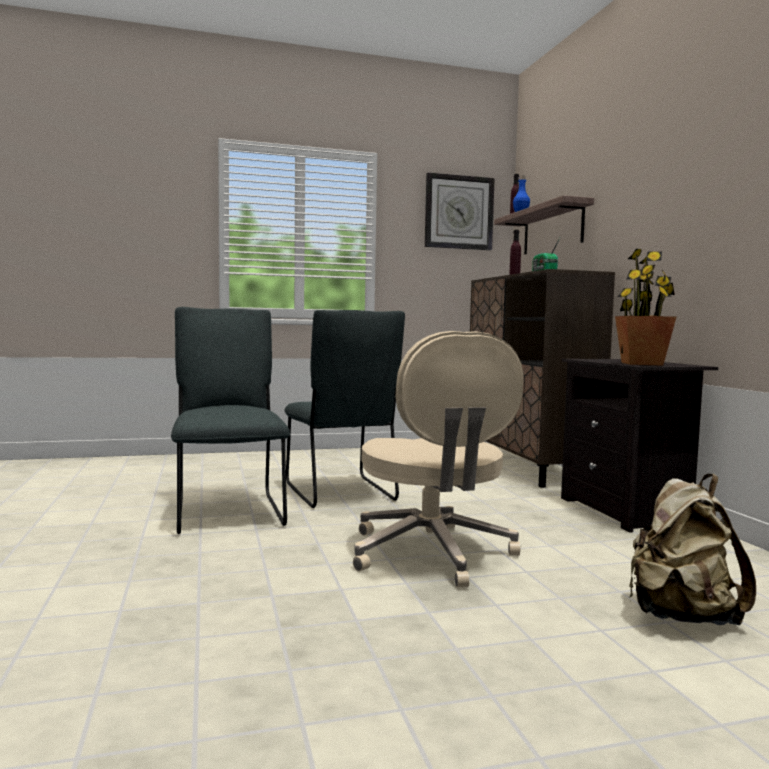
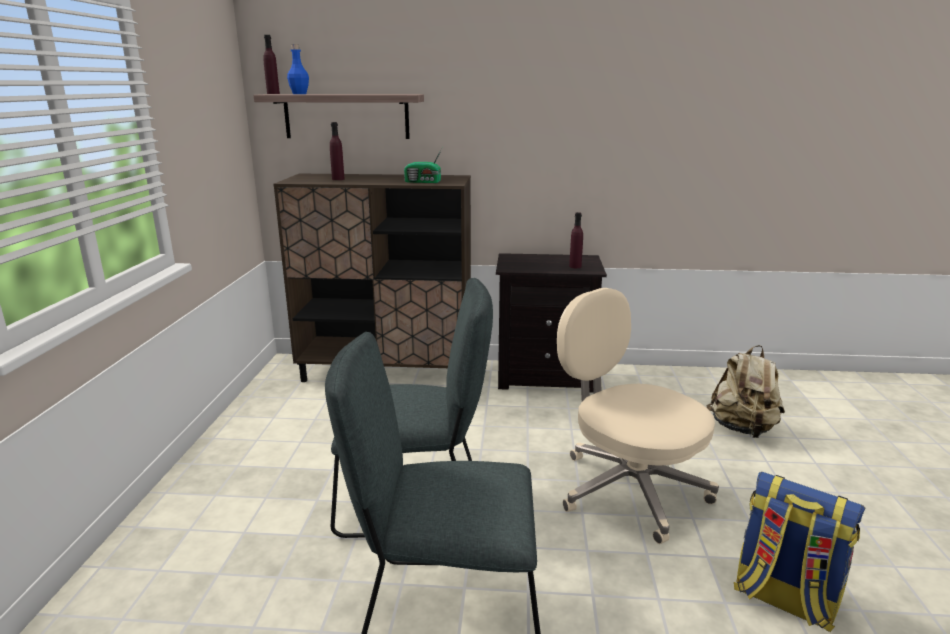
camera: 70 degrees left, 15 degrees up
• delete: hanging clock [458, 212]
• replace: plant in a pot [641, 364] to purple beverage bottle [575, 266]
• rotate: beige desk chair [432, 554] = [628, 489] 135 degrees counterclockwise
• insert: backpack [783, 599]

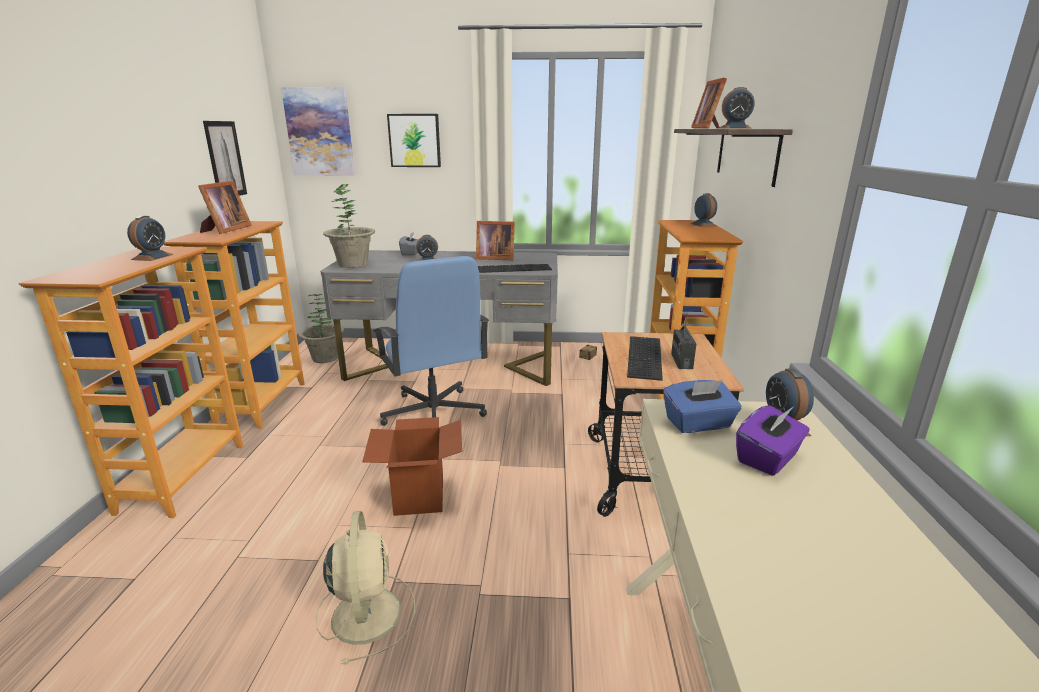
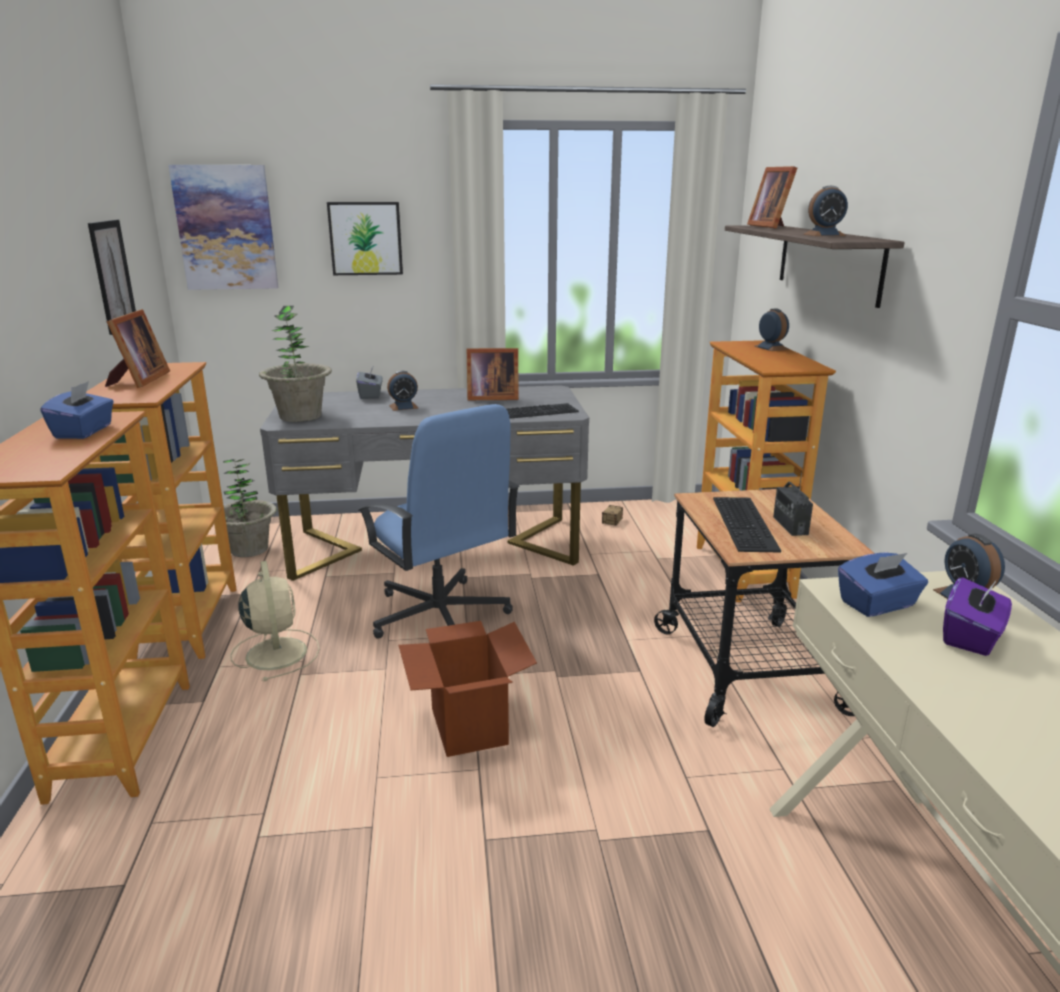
camera: 10 degrees left, 0 degrees up
• replace: table clock [152, 257] to bluish tissue box [84, 431]
• move: beige electric fan [367, 612] to [276, 652]

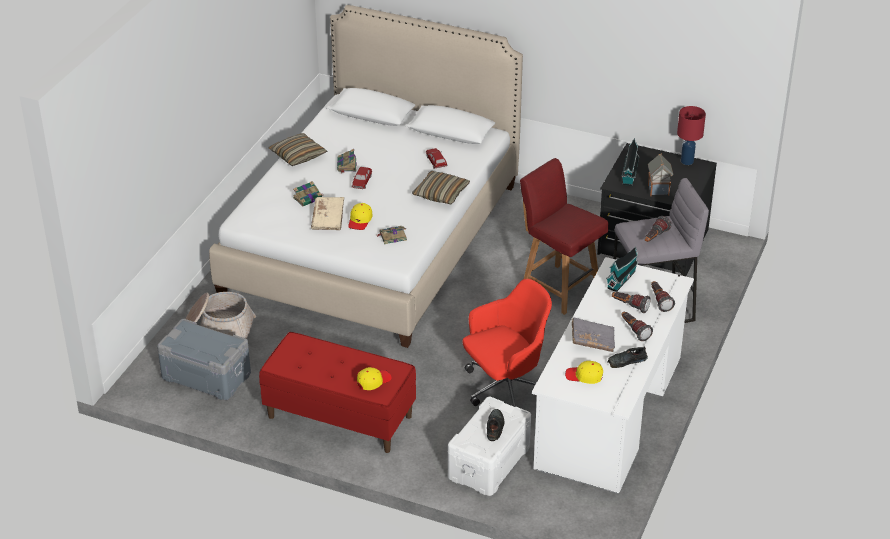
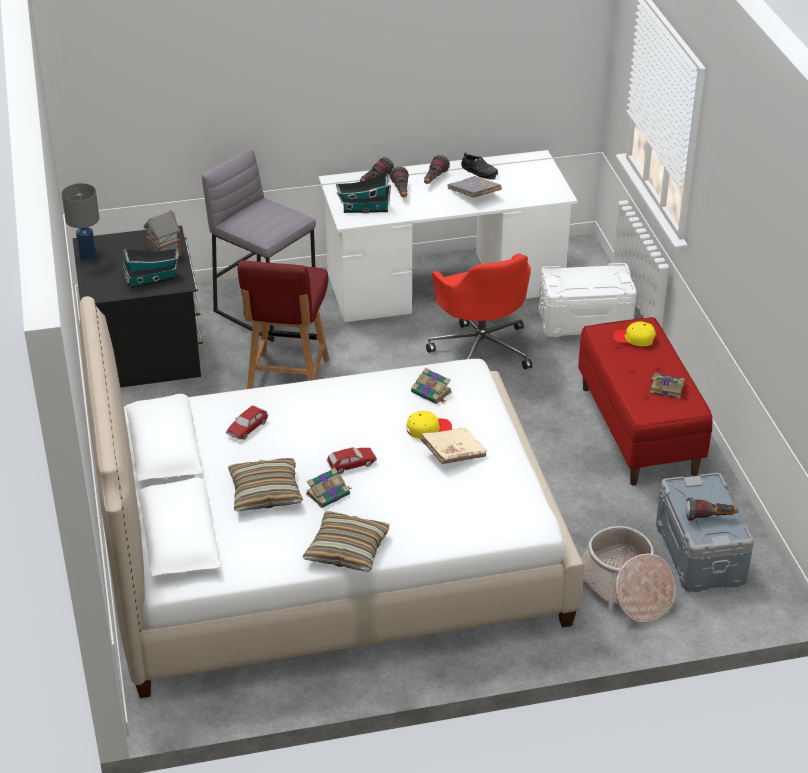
camera: 125 degrees left, 0 degrees up
• recolor: reddish lamp for a table [686, 161] to grey lamp for a table [87, 255]
• move: throw pillow [441, 194] to [265, 493]
• move: volume [308, 198] to [666, 387]
• move: hand torch [655, 238] to [710, 518]
• rotate: reddish desk chair [506, 390] = [481, 349] 135 degrees counterclockwise
• delete: yellowish peaked cap [584, 376]
• delete: blackish low shoe [494, 427]

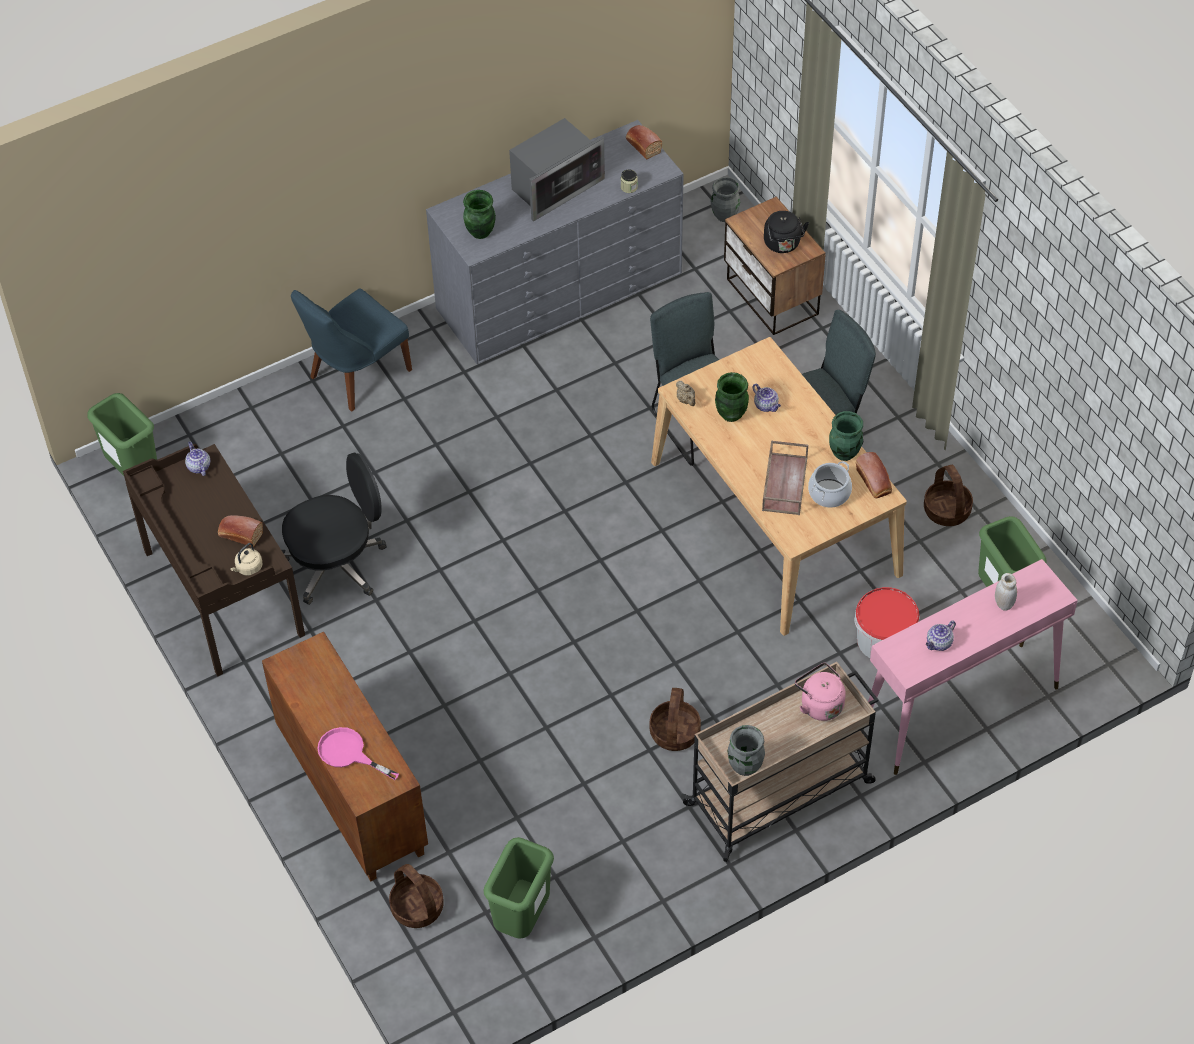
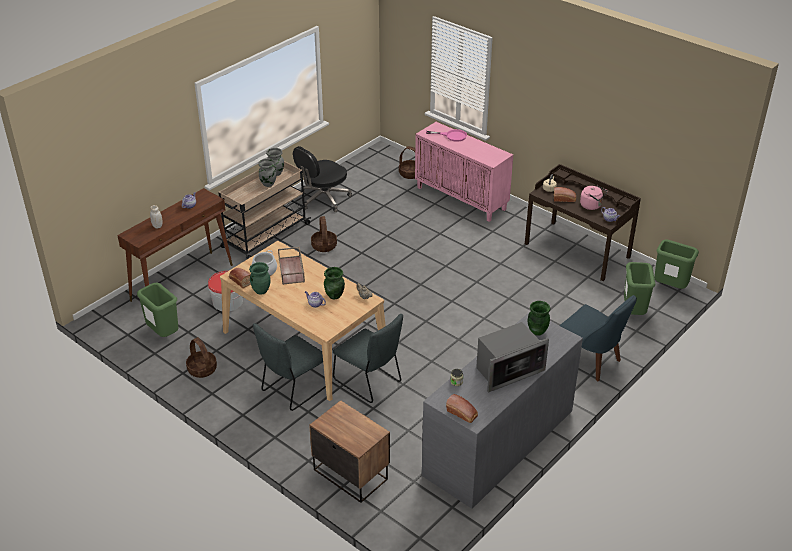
camera: 160 degrees right, 15 degrees down
• rotate: microwave oven [554, 187] = [507, 370] 150 degrees counterclockwise
• move: grey flower vase [725, 215] to [268, 184]
• delete: blackish water kettle [783, 245]
• rotate: bluish plain chair [356, 375] = [590, 361] 105 degrees clockwise
• move: blackish desk chair [337, 564] to [323, 199]
• recolor: pink hall table [958, 709] to brown-coloured hall table [182, 282]
• recolor: brown-coloured storage cabinet [351, 793] to pink storage cabinet [462, 198]
• move: pink water kettle [819, 704] to [592, 206]
• move: green-coloured trash can [521, 917] to [634, 312]

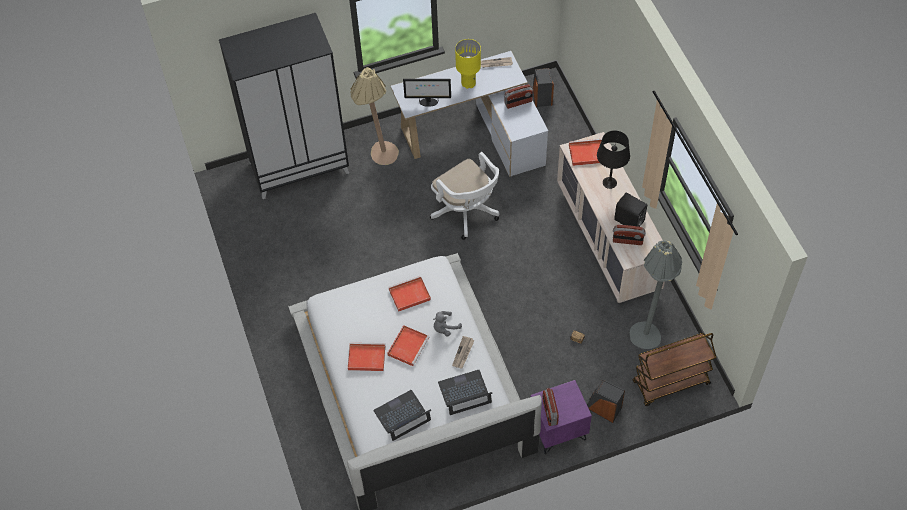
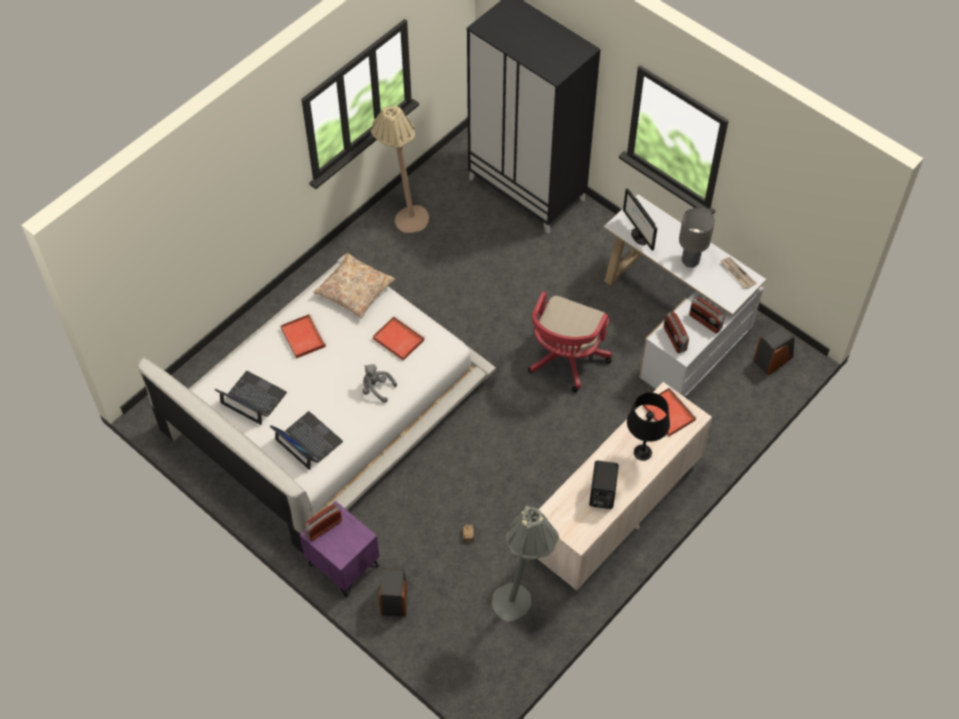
camera: 60 degrees right, 0 degrees up
• recolor: yellowish lamp for a table [468, 83] to grey lamp for a table [690, 261]
• move: beige floor lamp [378, 157] to [404, 217]
• recolor: whitish desk chair [467, 213] to reddish desk chair [565, 360]
• move: radio [627, 241] to [674, 339]
• delete: reddish tray [408, 346]
• delete: brown-coloured wheeled cart [670, 384]
• delete: printed paper [463, 353]
• insert: beige throw pillow [354, 291]

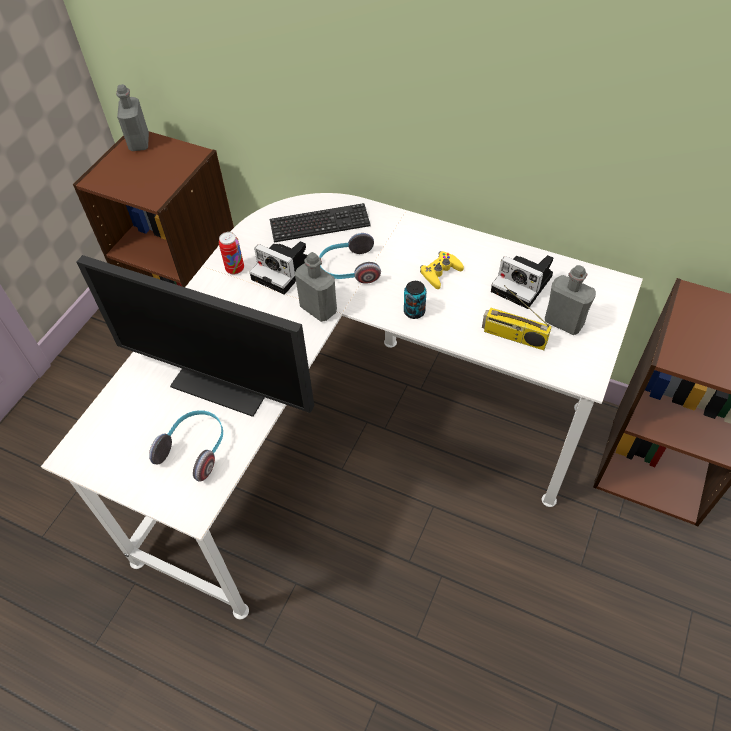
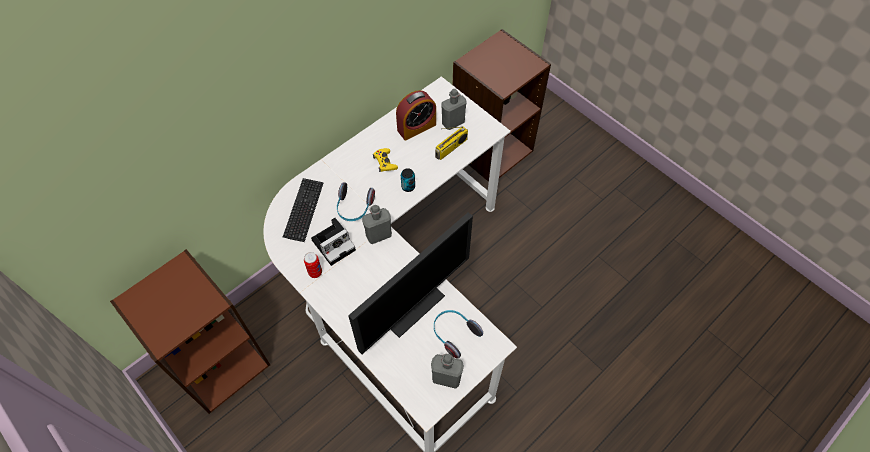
camera: 70 degrees left, 5 degrees up
• move: grey beverage bottle [139, 142] to [446, 378]
• replace: photo camera [524, 284] to table clock [416, 127]

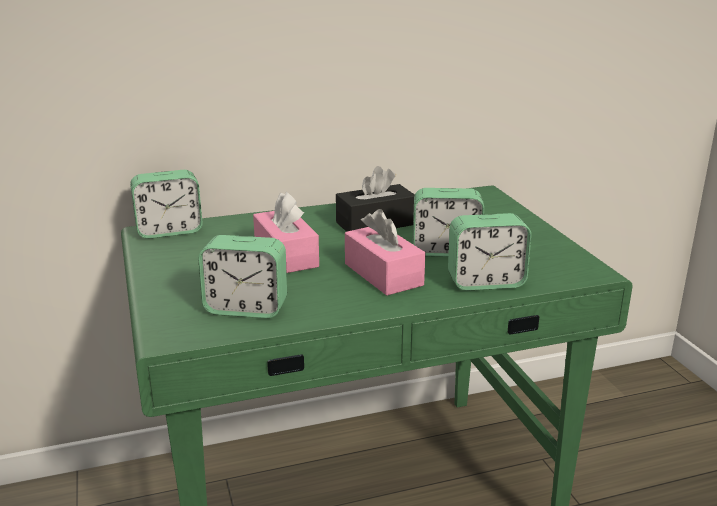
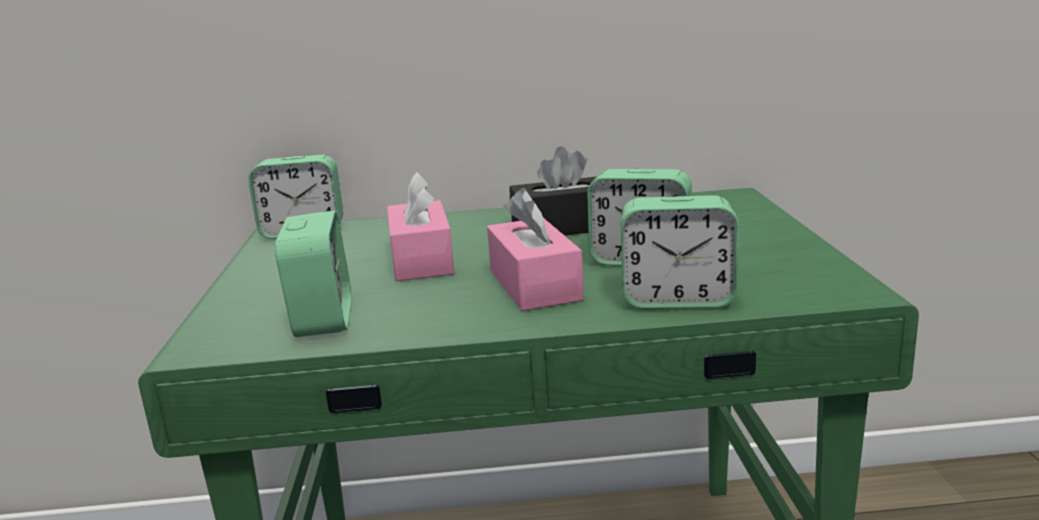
camera: 15 degrees right, 5 degrees down
• rotate: table clock [246, 308] = [323, 319] 120 degrees counterclockwise

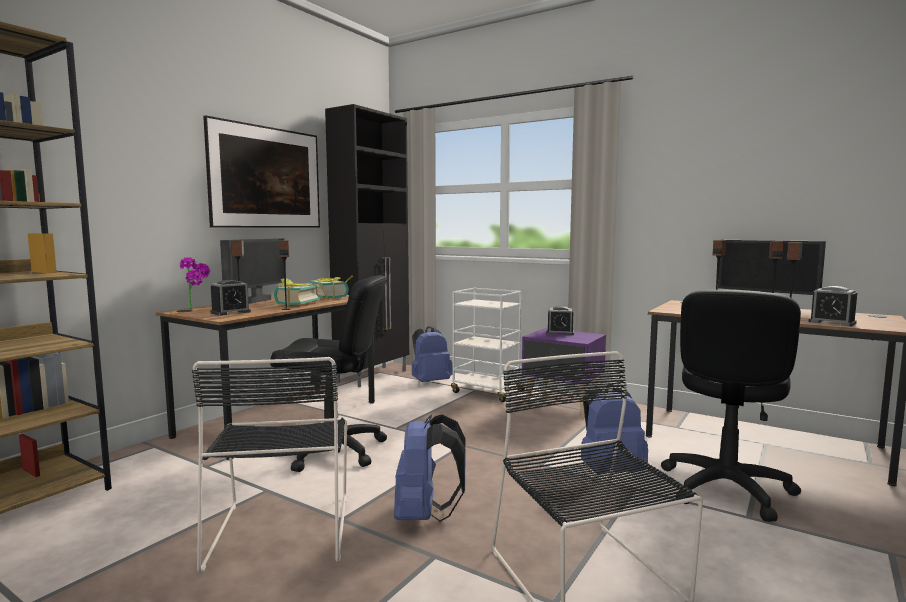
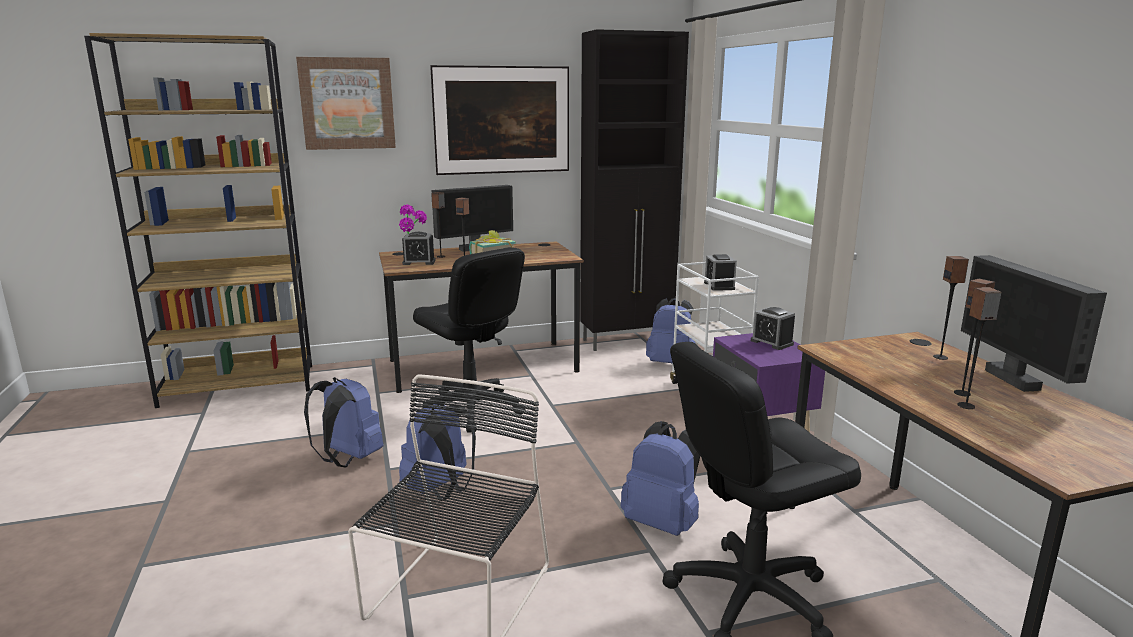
camera: 40 degrees right, 10 degrees up
• delete: volume [333, 297]
• move: table clock [832, 322] to [719, 286]
• replace: blackish plain chair [282, 528] to bluish backpack [348, 459]
• insert: wall art [347, 103]

